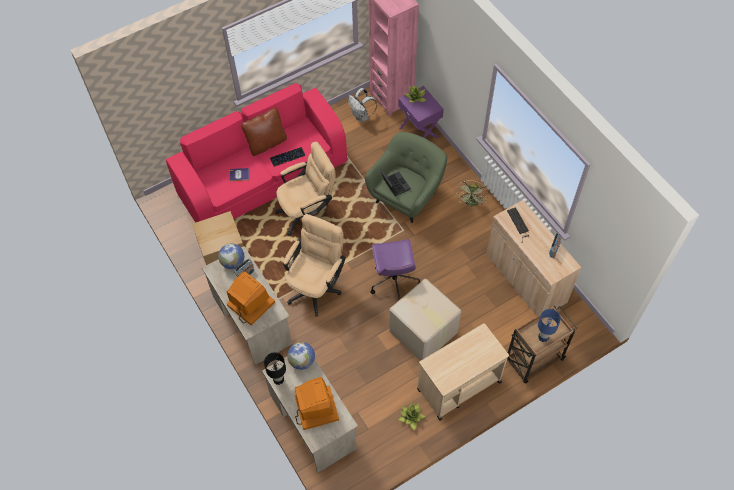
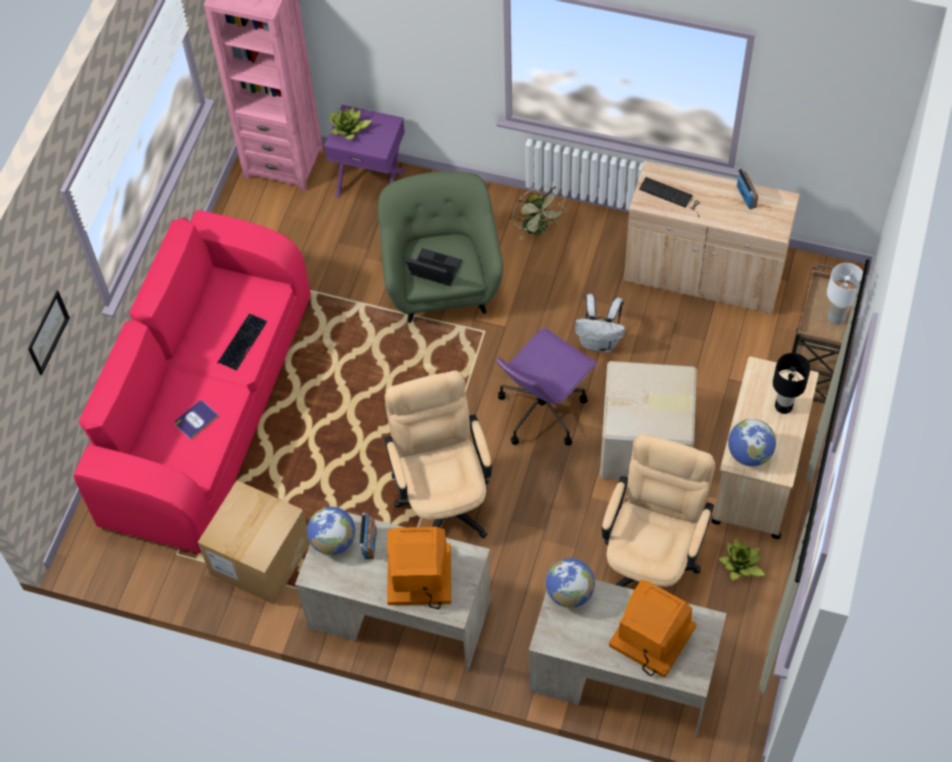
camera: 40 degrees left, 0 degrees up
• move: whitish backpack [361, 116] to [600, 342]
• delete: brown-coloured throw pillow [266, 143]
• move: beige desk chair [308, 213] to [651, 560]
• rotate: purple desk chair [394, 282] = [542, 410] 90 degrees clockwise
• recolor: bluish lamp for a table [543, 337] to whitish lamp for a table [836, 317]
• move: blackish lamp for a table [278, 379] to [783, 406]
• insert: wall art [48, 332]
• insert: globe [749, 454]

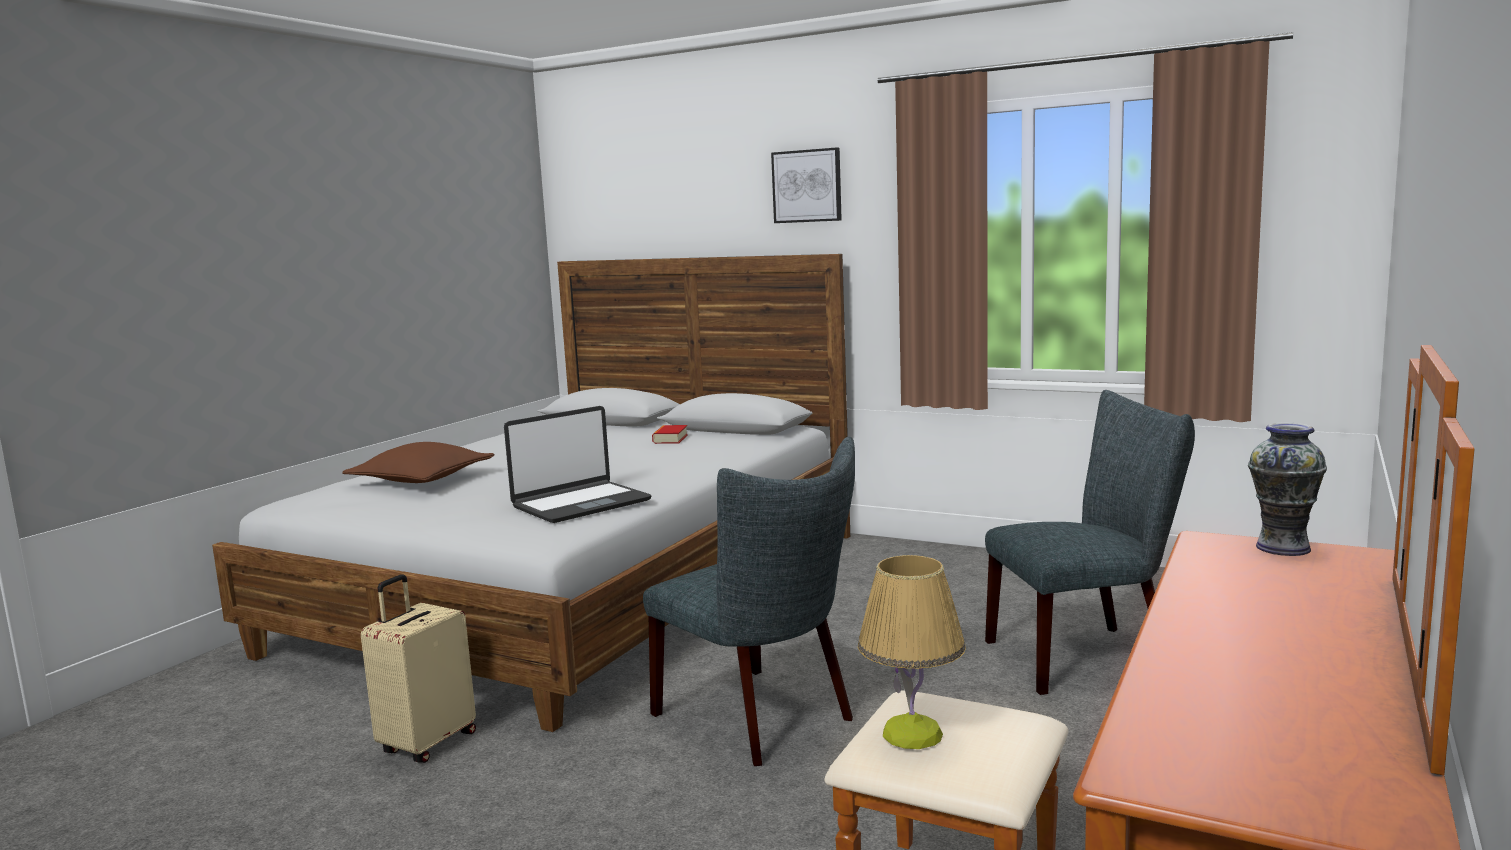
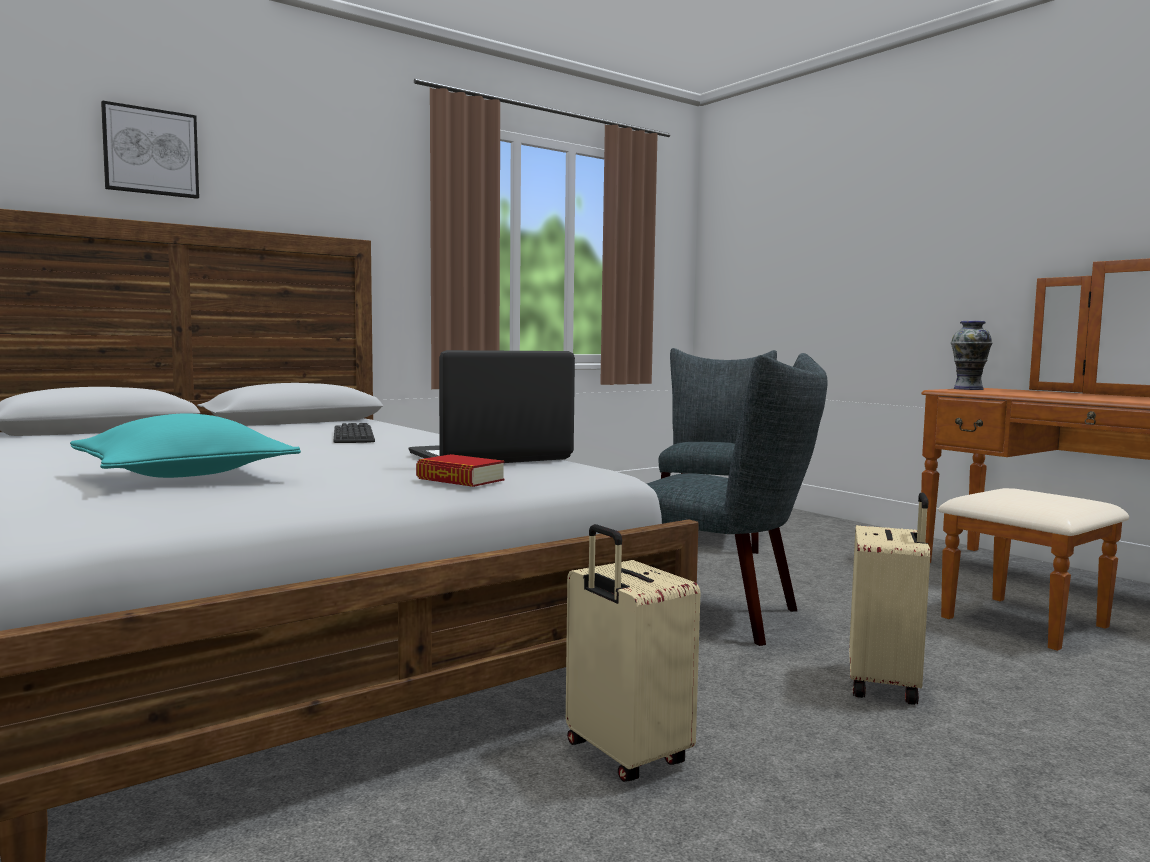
camera: 65 degrees left, 5 degrees down
• move: wall art [807, 186] to [151, 152]
• rotate: portable computer [580, 504] = [490, 457] 105 degrees counterclockwise
• move: volume [670, 439] to [460, 479]
• rotate: grey plain chair [763, 719] = [721, 616] 45 degrees clockwise
• recolor: brown-coloured throw pillow [422, 479] to turquoise-coloured throw pillow [185, 474]
• delete: lamp for a table [912, 734]
• insert: keyboard [353, 435]
• insert: beige suitcase [886, 684]

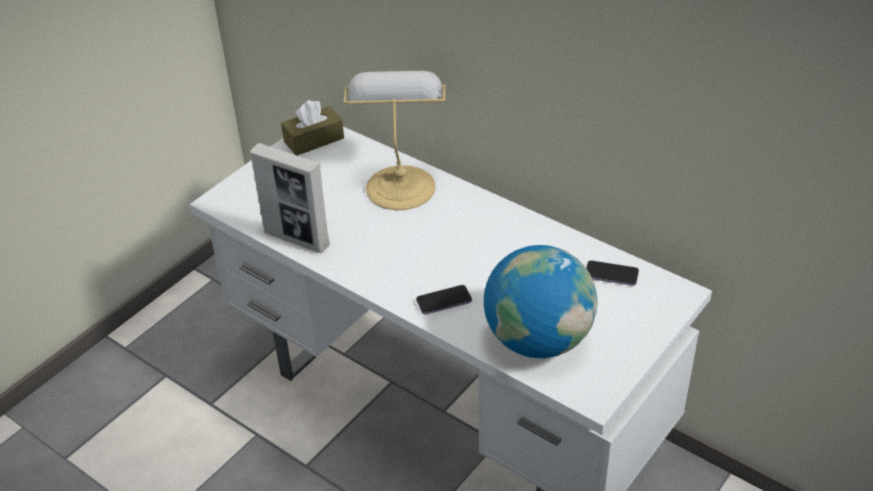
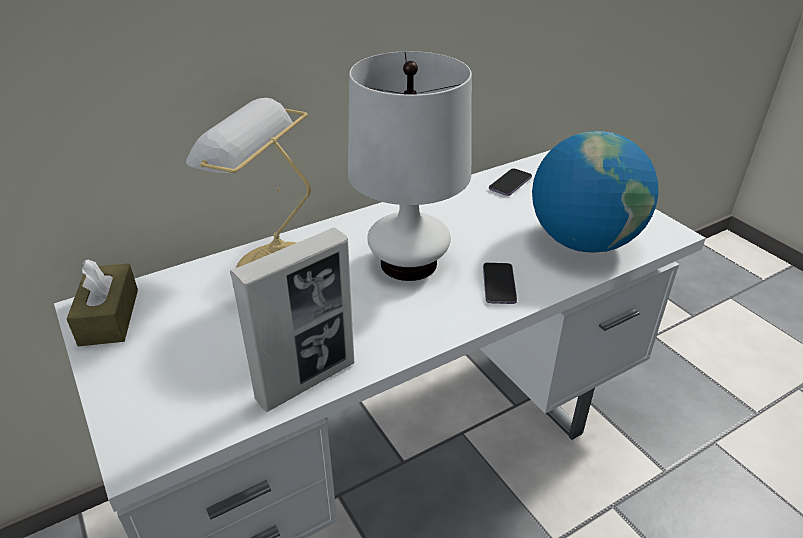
camera: 70 degrees left, 5 degrees down
• insert: whitish lamp for a table [408, 263]

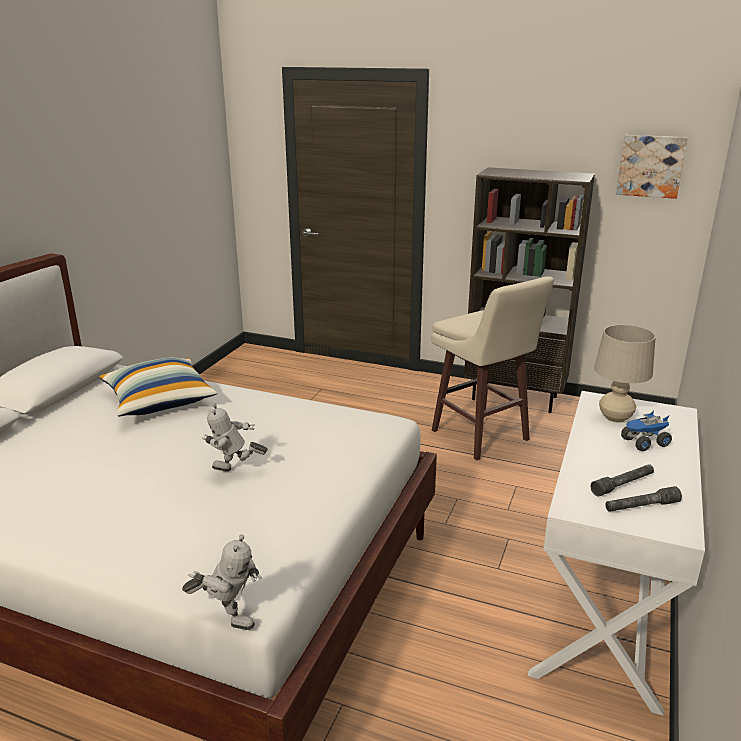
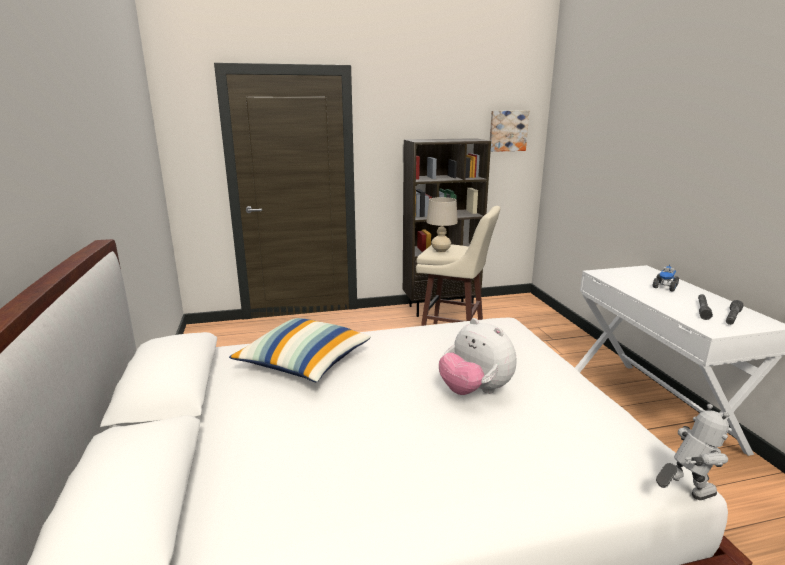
camera: 35 degrees left, 5 degrees down
• move: beige lamp for a table [615, 418] to [440, 251]
• replace: model robot [235, 472] to soft toy [475, 391]

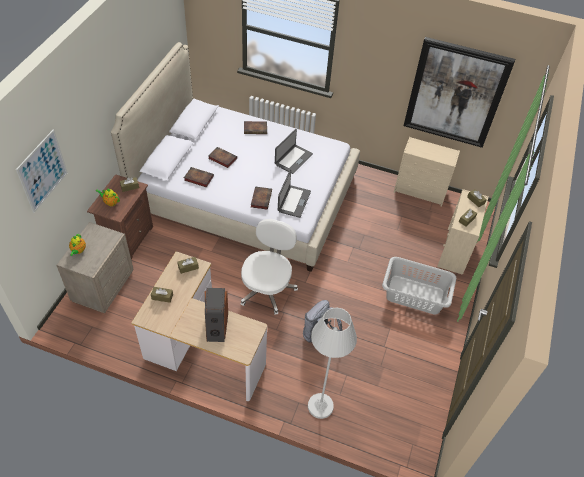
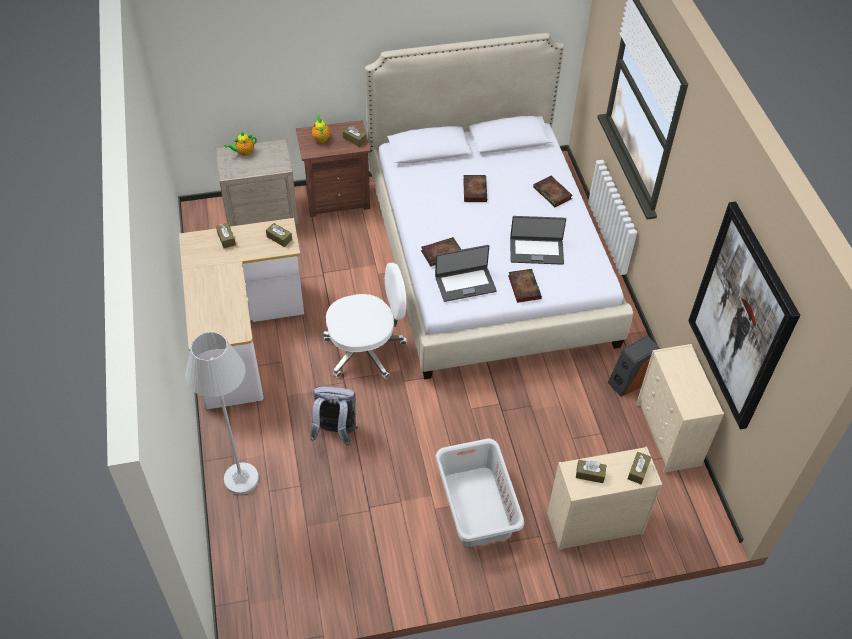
camera: 60 degrees right, 0 degrees up
• delete: wall art [42, 171]
• move: volume [198, 178] to [523, 286]
• move: speaker [216, 326] to [629, 380]

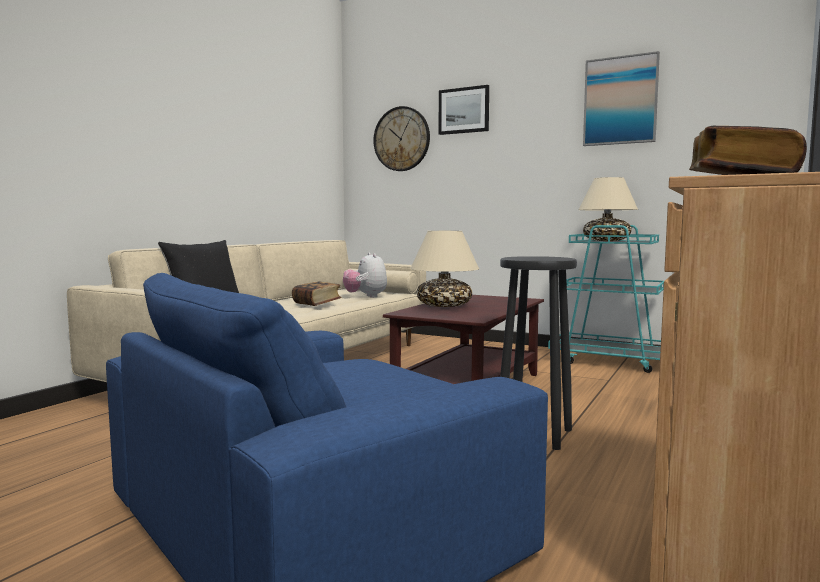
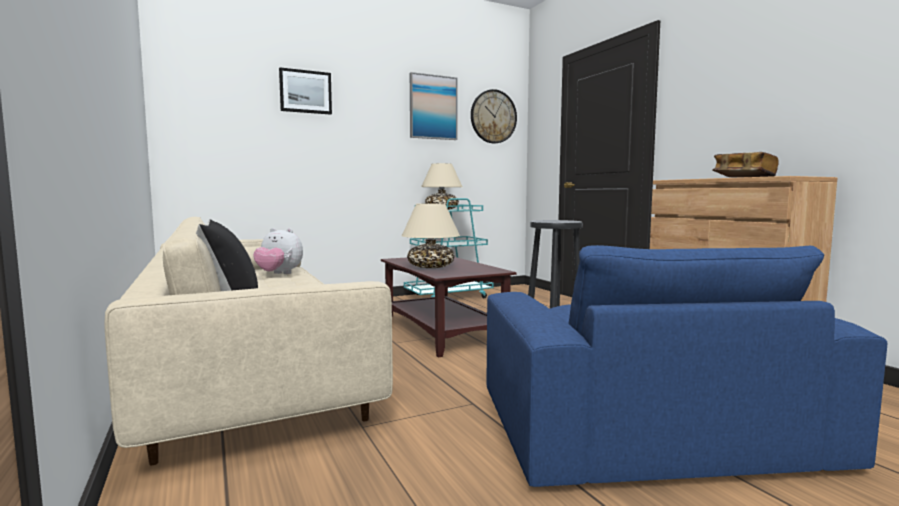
camera: 55 degrees left, 0 degrees up
• move: hanging clock [401, 139] to [493, 116]
• delete: volume [317, 304]

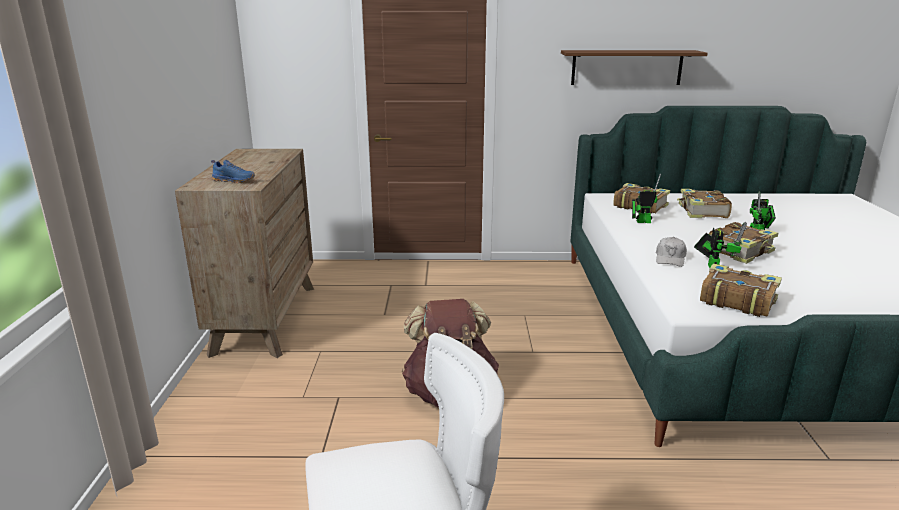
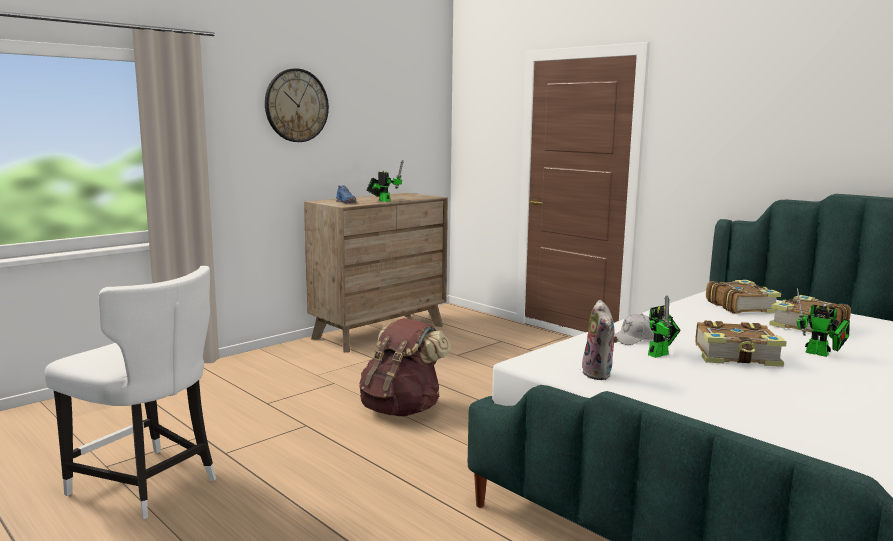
camera: 45 degrees right, 10 degrees down
• delete: brown-coloured bracket shelf [626, 67]
• move: model robot [641, 221] to [383, 200]
• replace: volume [736, 300] to soft toy [599, 374]
• insert: hanging clock [296, 105]

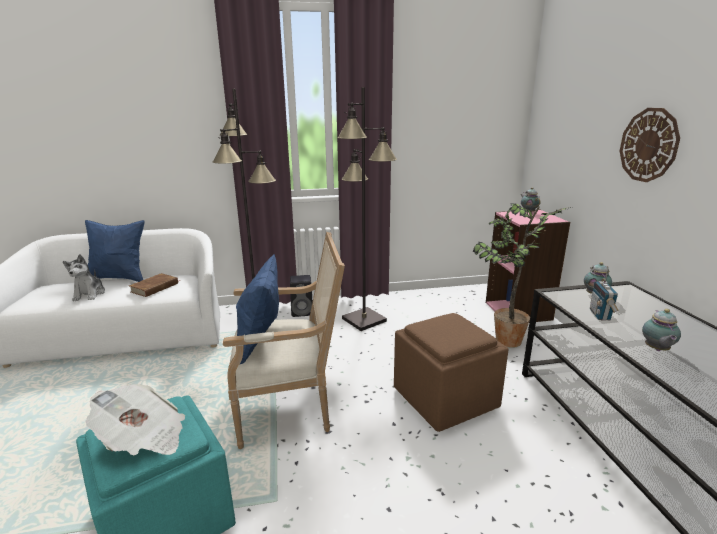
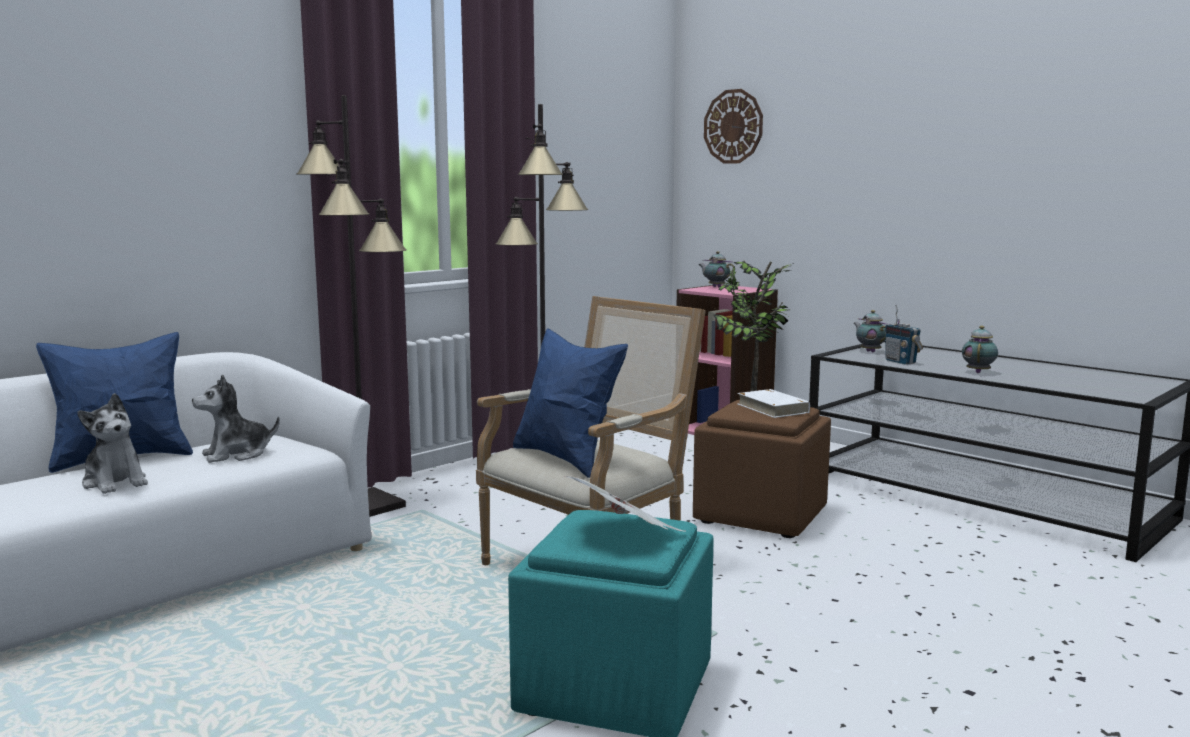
camera: 35 degrees left, 10 degrees down
• move: hanging clock [648, 145] to [733, 126]
• replace: brown-coloured volume [155, 287] to soft toy [237, 454]
• delete: blackish speaker [303, 311]
• rotate: teapot [656, 350] = [978, 372] 135 degrees counterclockwise
• insert: whitish volume [772, 408]

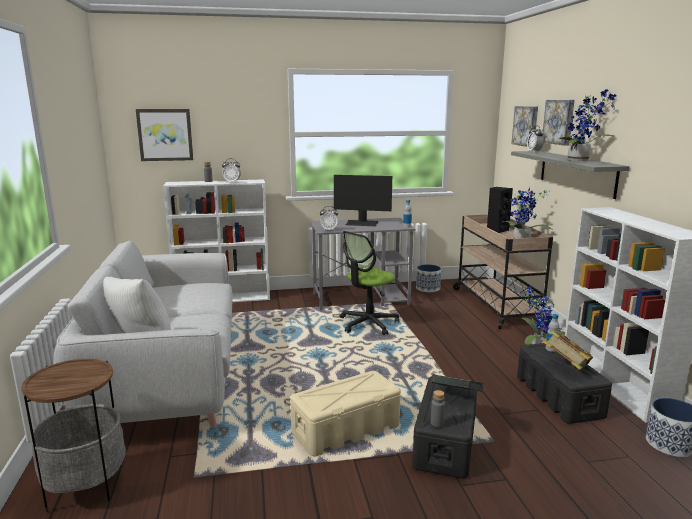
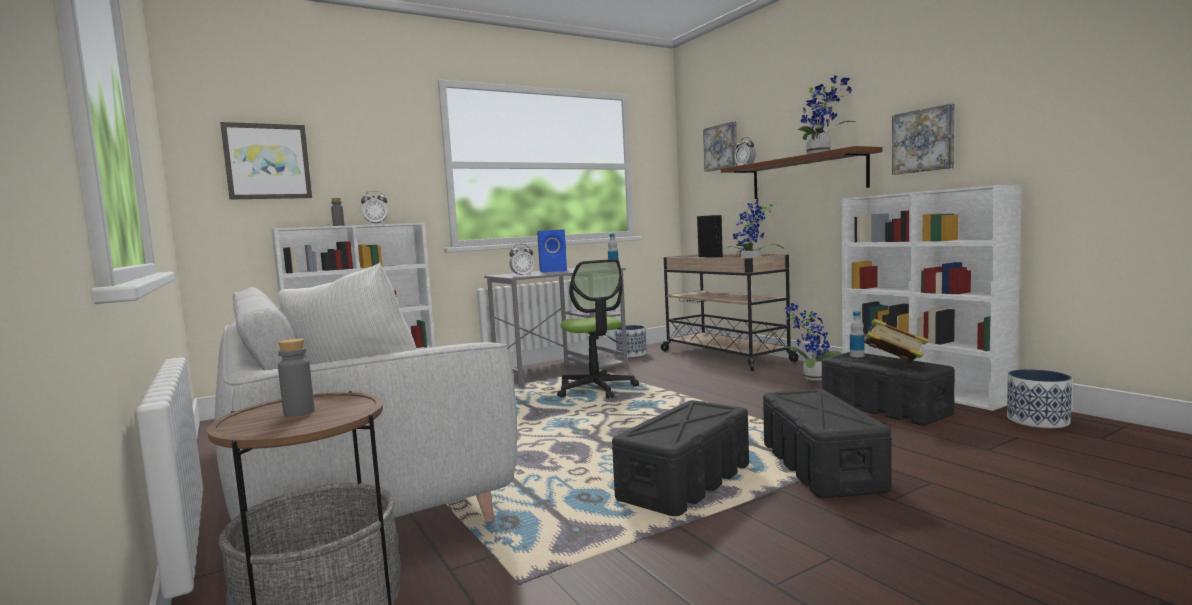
camera: 20 degrees left, 10 degrees down
• move: wall art [559, 122] to [924, 140]
• recolor: grey bracket shelf [576, 173] to brown-coloured bracket shelf [806, 176]
• replace: monitor [362, 223] to bluish speaker [554, 271]
• rotate: desk chair [368, 324] = [596, 389] 45 degrees counterclockwise
• recolor: beige storage box [346, 429] to blackish storage box [686, 481]
• delete: volume [456, 395]
• move: grey beverage bottle [437, 423] to [299, 412]

